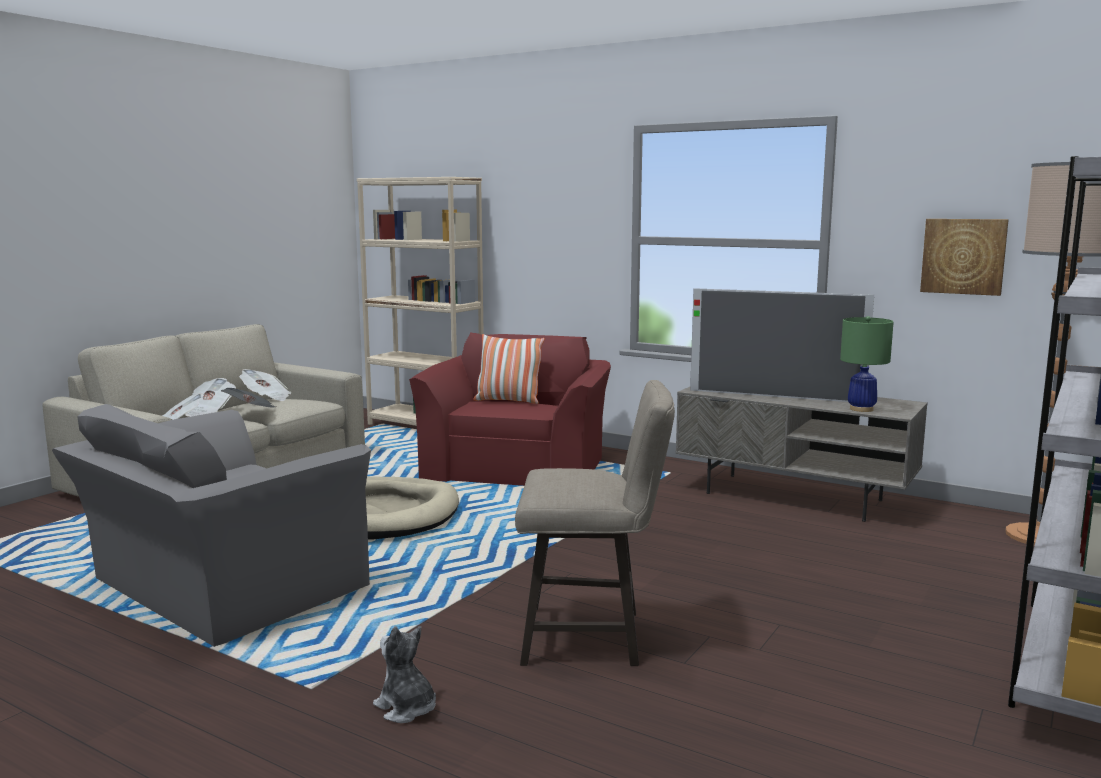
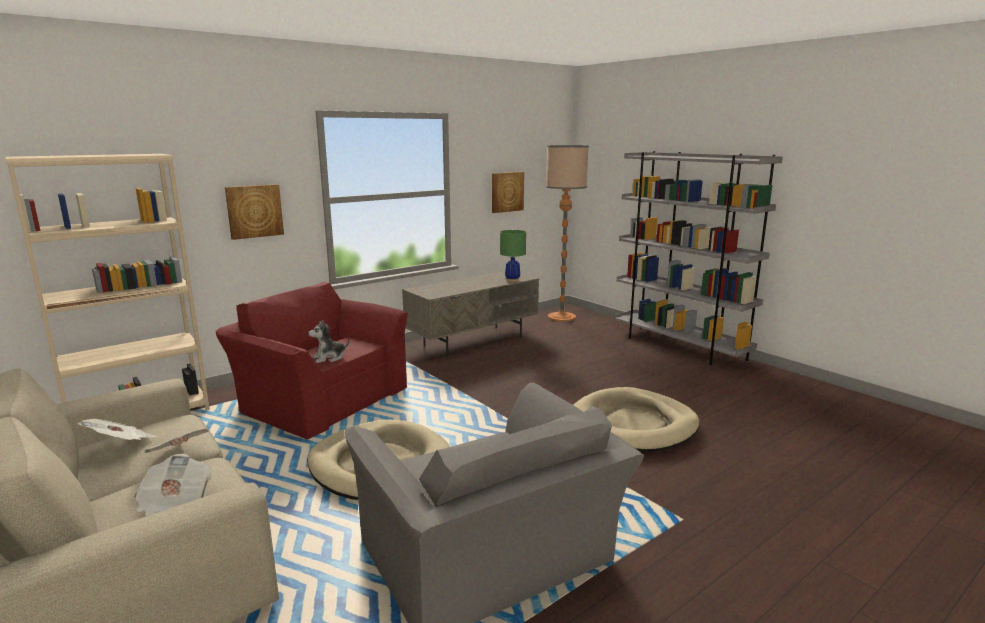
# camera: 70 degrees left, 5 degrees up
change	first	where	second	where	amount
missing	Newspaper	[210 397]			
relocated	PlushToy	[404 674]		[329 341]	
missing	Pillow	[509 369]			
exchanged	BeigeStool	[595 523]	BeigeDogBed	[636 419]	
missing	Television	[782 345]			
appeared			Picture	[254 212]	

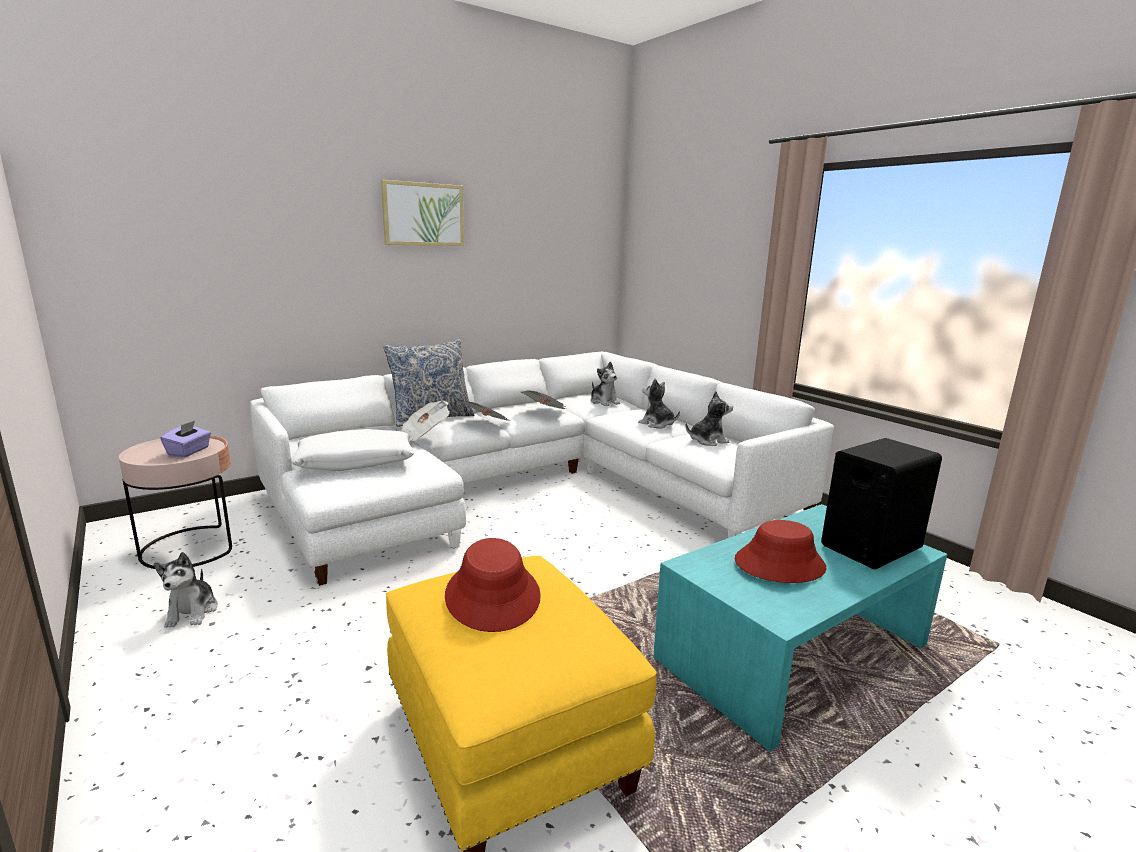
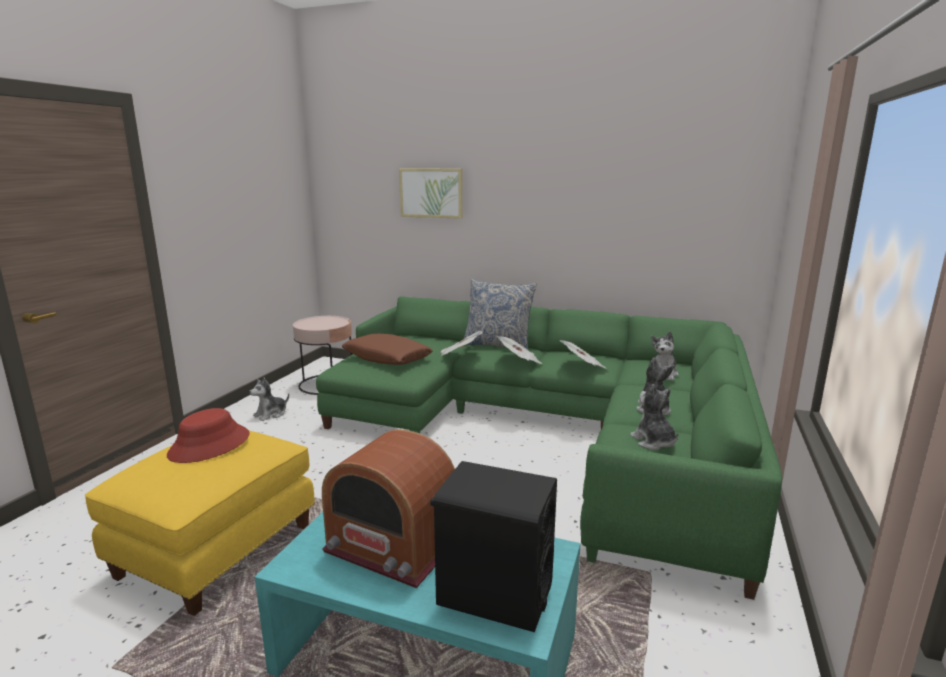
# camera: 55 degrees right, 0 degrees up
change	first	where	second	where	amount
missing	PurpleTissueBox	[185 439]			
colour	WhiteSofa	[542 469]	GreenSofa	[549 448]	
colour	WhitePillow	[353 450]	BrownPillow	[387 349]	
relocated	Picture	[422 213]		[431 193]	
spun	PlushToy	[709 418]		[654 417]	150 degrees counterclockwise
exchanged	RedHat	[781 551]	Radio	[388 508]	

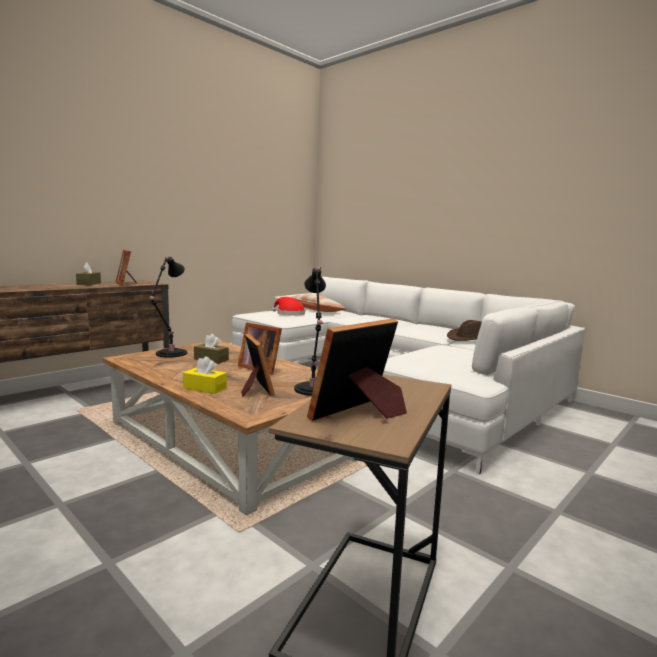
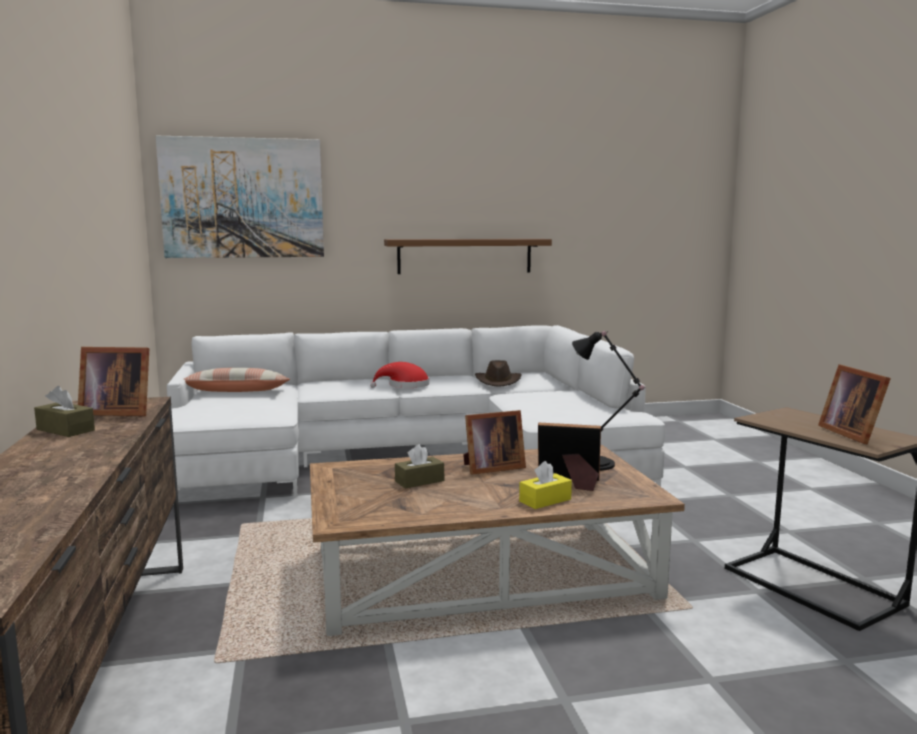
# camera: 55 degrees left, 0 degrees up
change	first	where	second	where	amount
missing	BlackTableLamp	[168 307]			
relocated	RedHat	[288 306]		[399 375]	
appeared			Picture	[240 197]	
appeared			BrownShelf	[468 256]	

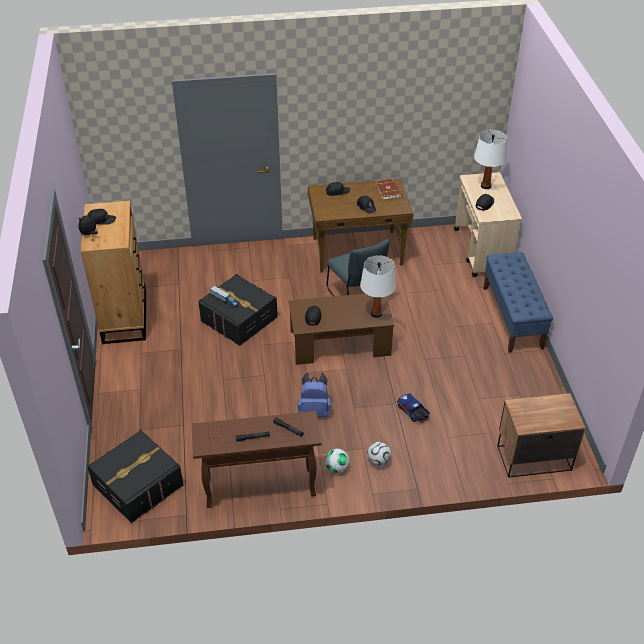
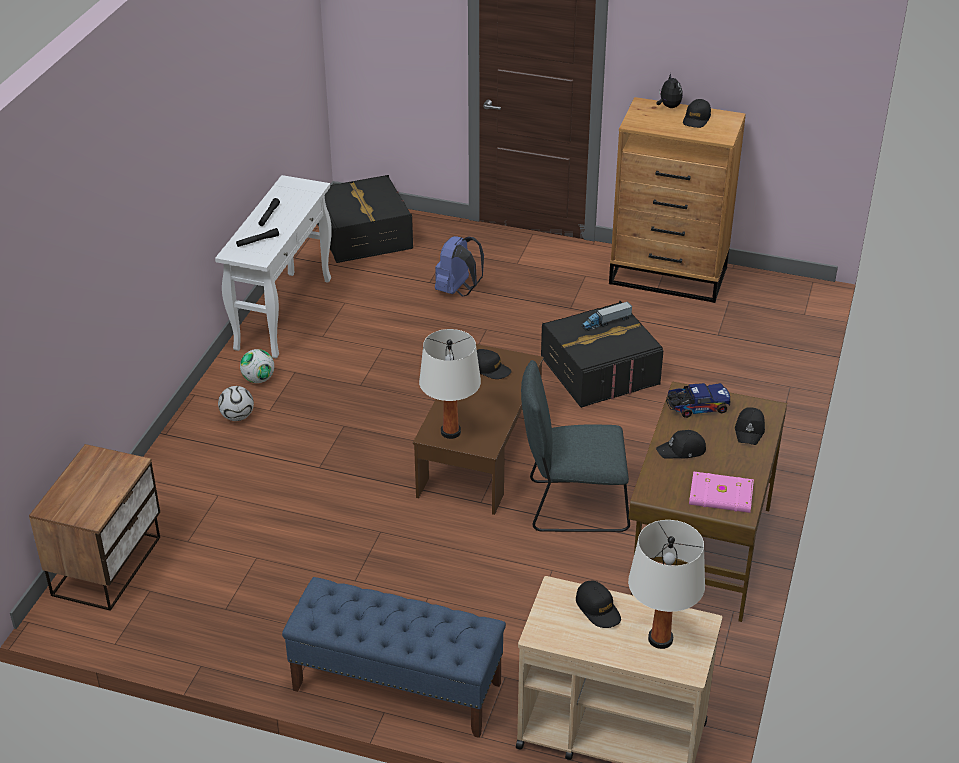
# camera: 115 degrees right, 5 degrees down
change	first	where	second	where	amount
colour	BrownConsoleTable	[257 459]	WhiteConsoleTable	[273 266]	
relocated	BlueBackpack	[314 395]		[459 266]	
colour	BrownBook	[388 189]	PinkBook	[721 492]	
relocated	ToyTruck	[413 408]		[698 400]	

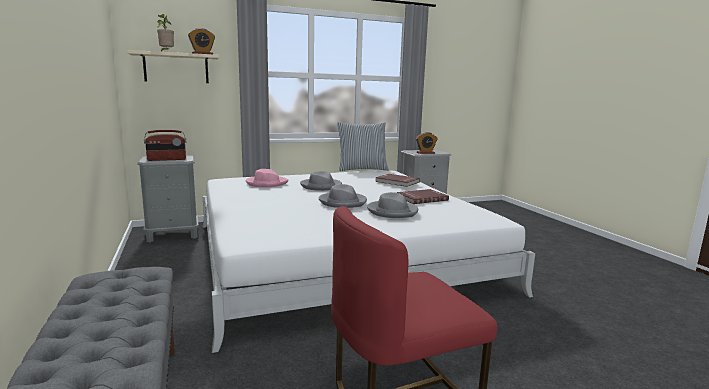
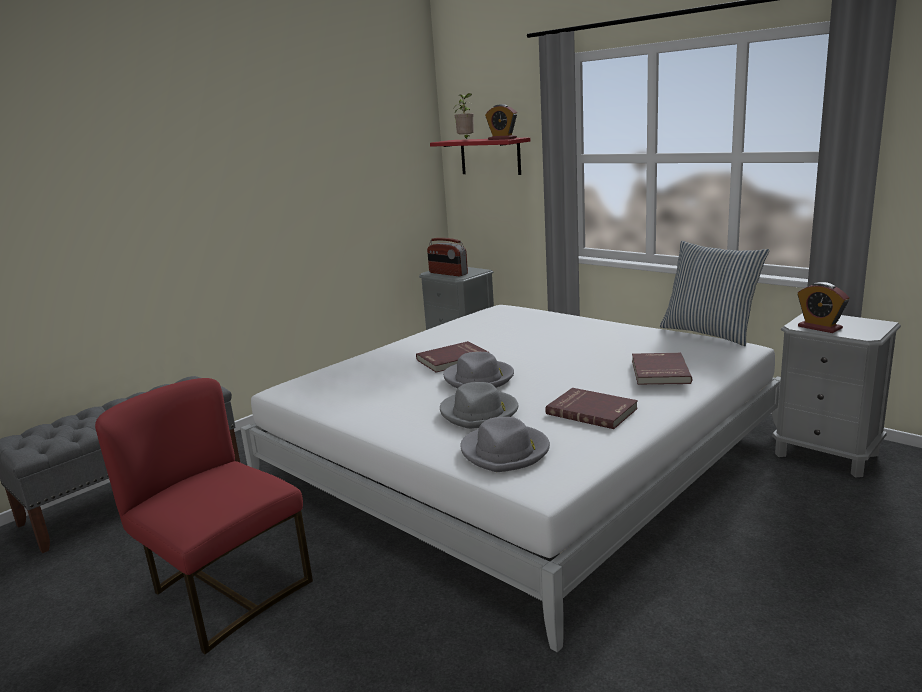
# camera: 65 degrees right, 5 degrees up
change	first	where	second	where	amount
colour	BeigeShelf	[173 66]	RedShelf	[480 156]	
missing	PinkHat	[267 178]			
relocated	GreyHat	[321 181]		[505 444]	
appeared			RedBook	[452 357]	

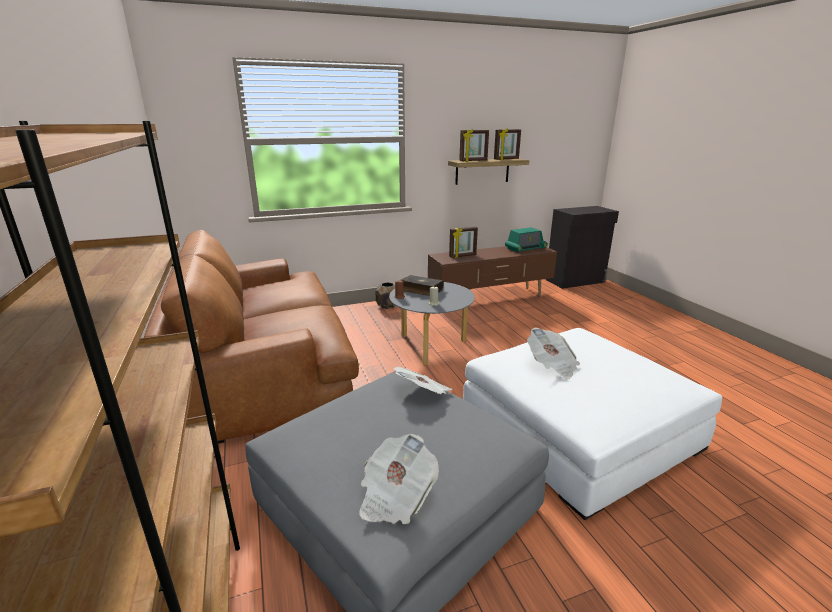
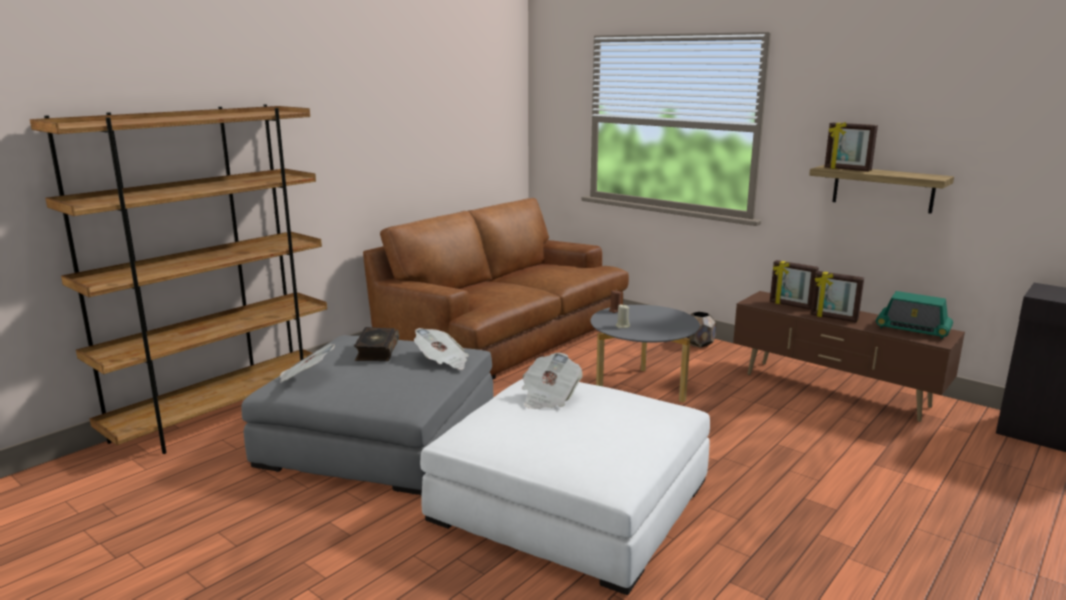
# camera: 60 degrees right, 5 degrees down
change	first	where	second	where	amount
relocated	Book	[422 285]		[376 344]	
relocated	PictureFrame	[507 144]		[837 297]	

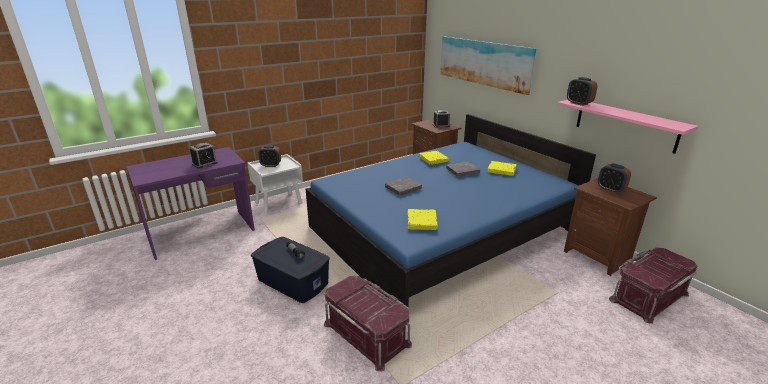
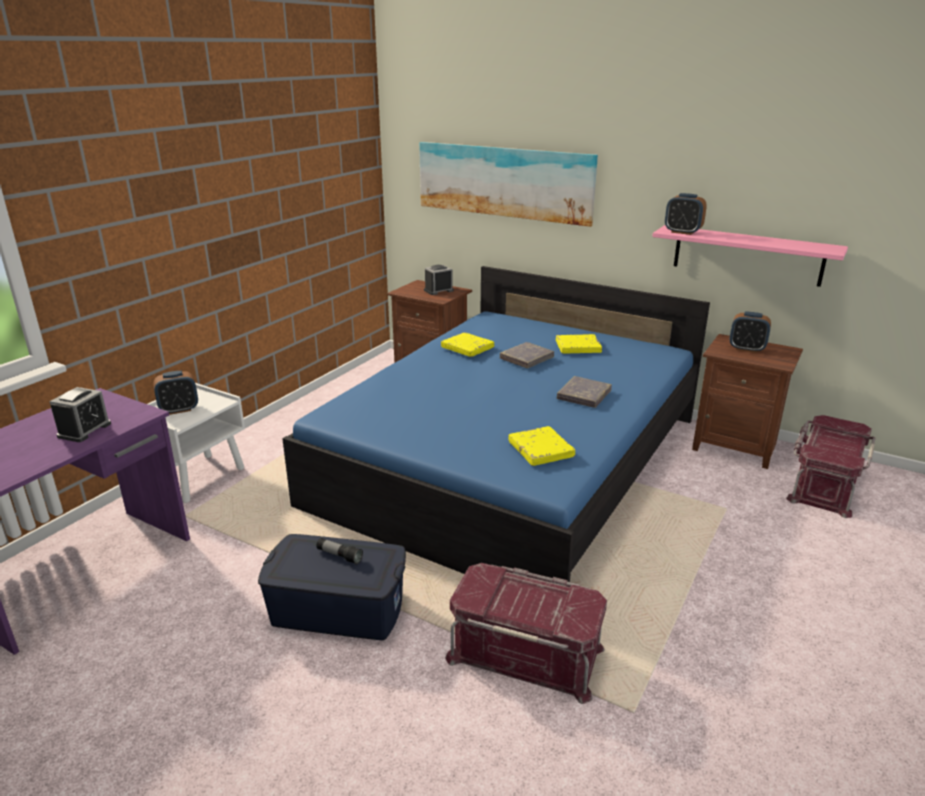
# camera: 25 degrees left, 0 degrees up
change	first	where	second	where	amount
relocated	GreyBook	[403 186]		[584 392]	

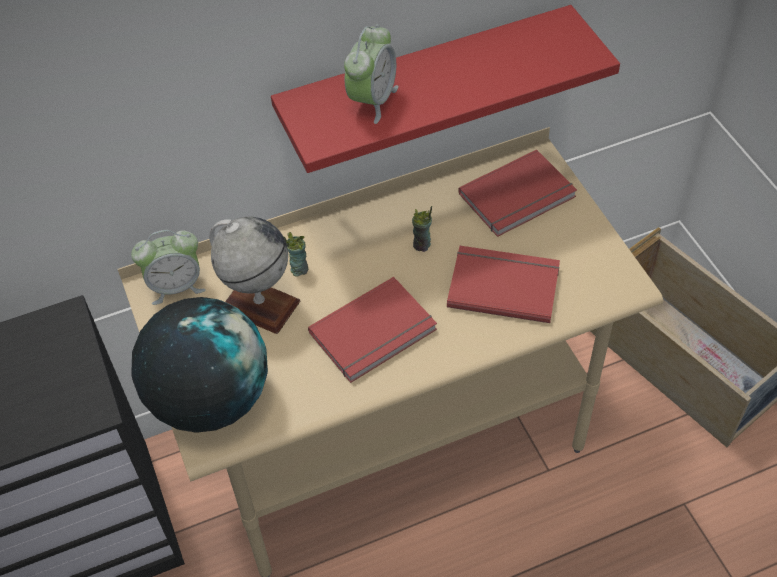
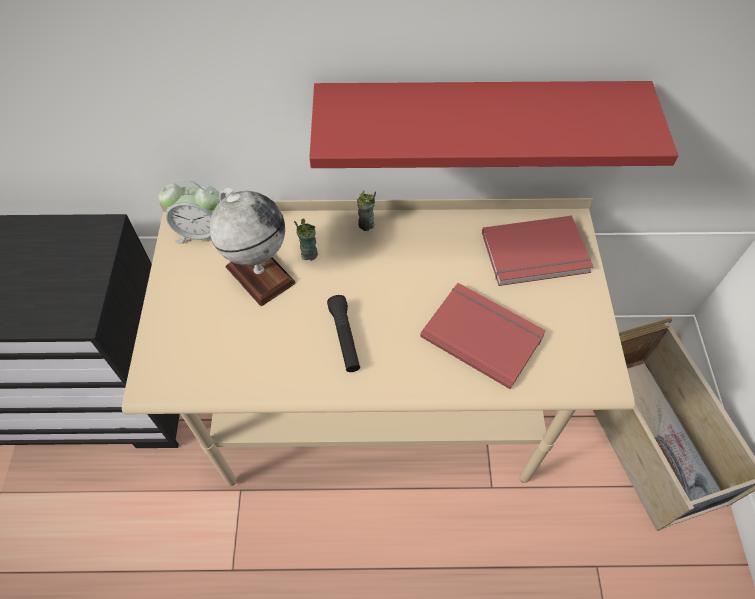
# camera: 20 degrees right, 5 degrees up
change	first	where	second	where	amount
missing	Globe	[199 365]			
exchanged	RedBook	[372 330]	BlackFlashlight	[343 333]	
missing	AlarmClock	[371 74]			
relocated	Cup	[422 229]		[366 210]	

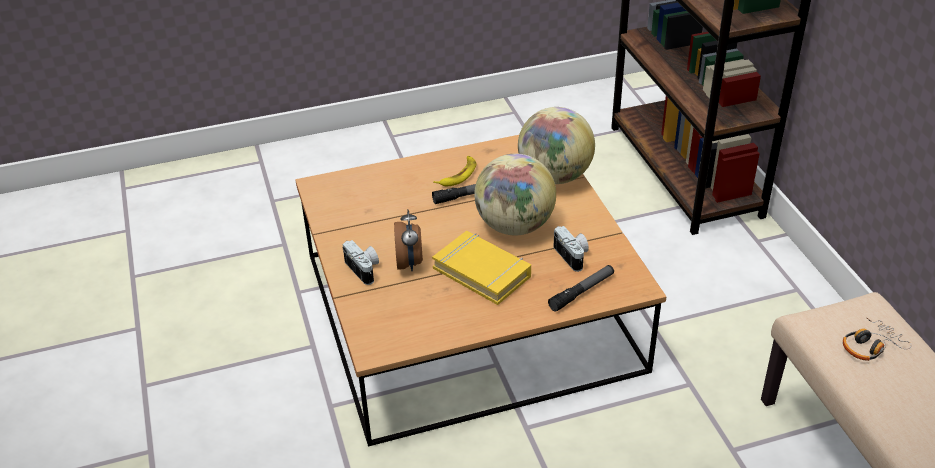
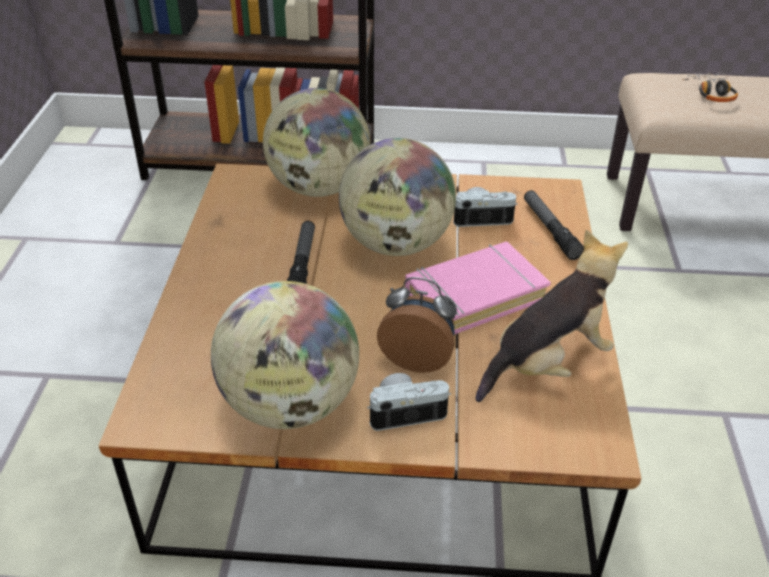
# camera: 70 degrees left, 0 degrees up
change	first	where	second	where	amount
colour	YellowBook	[481 268]	PinkBook	[478 288]	
missing	Banana	[455 171]			
appeared			Globe	[285 355]	
appeared			PlushToy	[552 316]	

